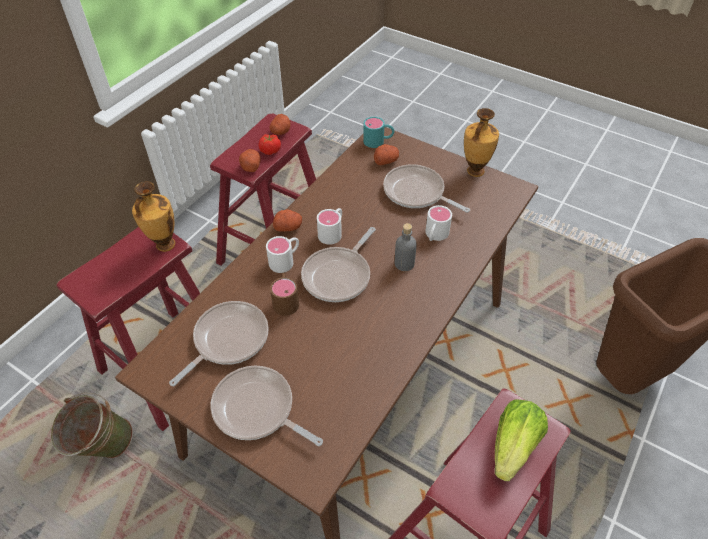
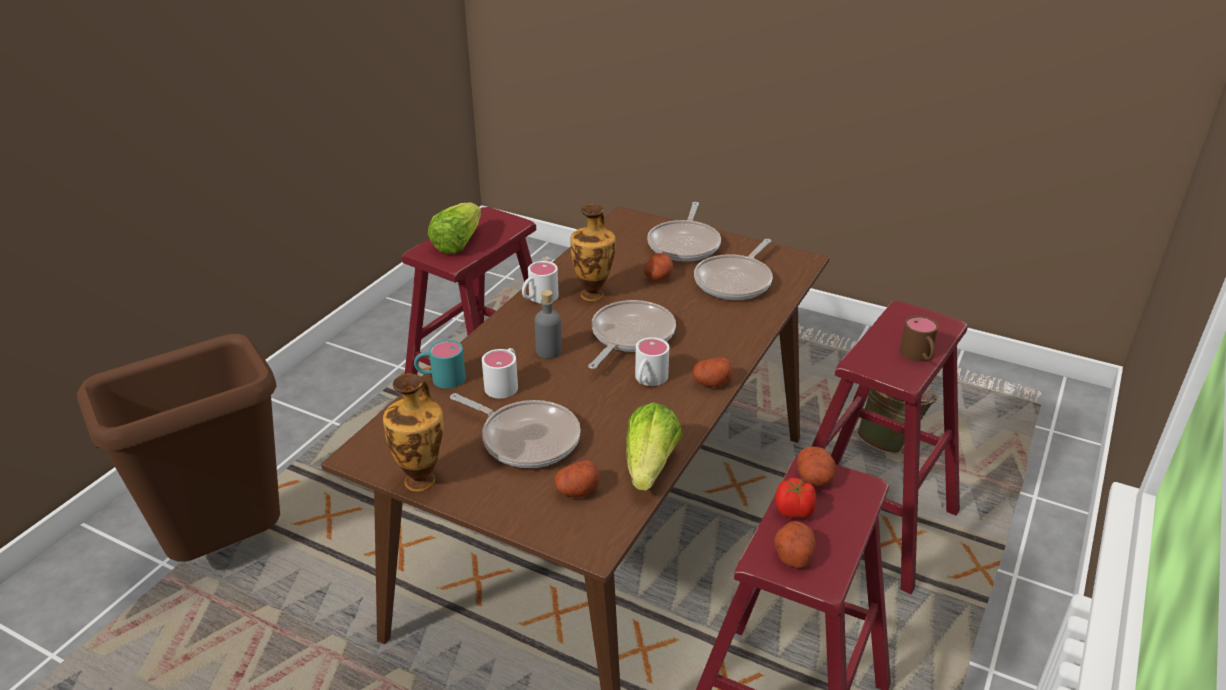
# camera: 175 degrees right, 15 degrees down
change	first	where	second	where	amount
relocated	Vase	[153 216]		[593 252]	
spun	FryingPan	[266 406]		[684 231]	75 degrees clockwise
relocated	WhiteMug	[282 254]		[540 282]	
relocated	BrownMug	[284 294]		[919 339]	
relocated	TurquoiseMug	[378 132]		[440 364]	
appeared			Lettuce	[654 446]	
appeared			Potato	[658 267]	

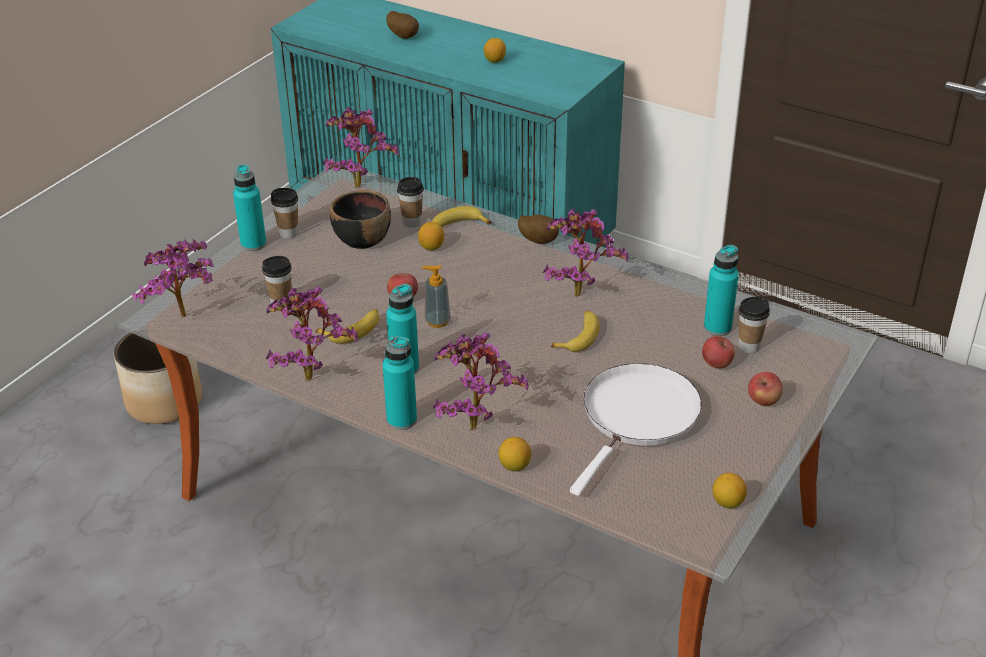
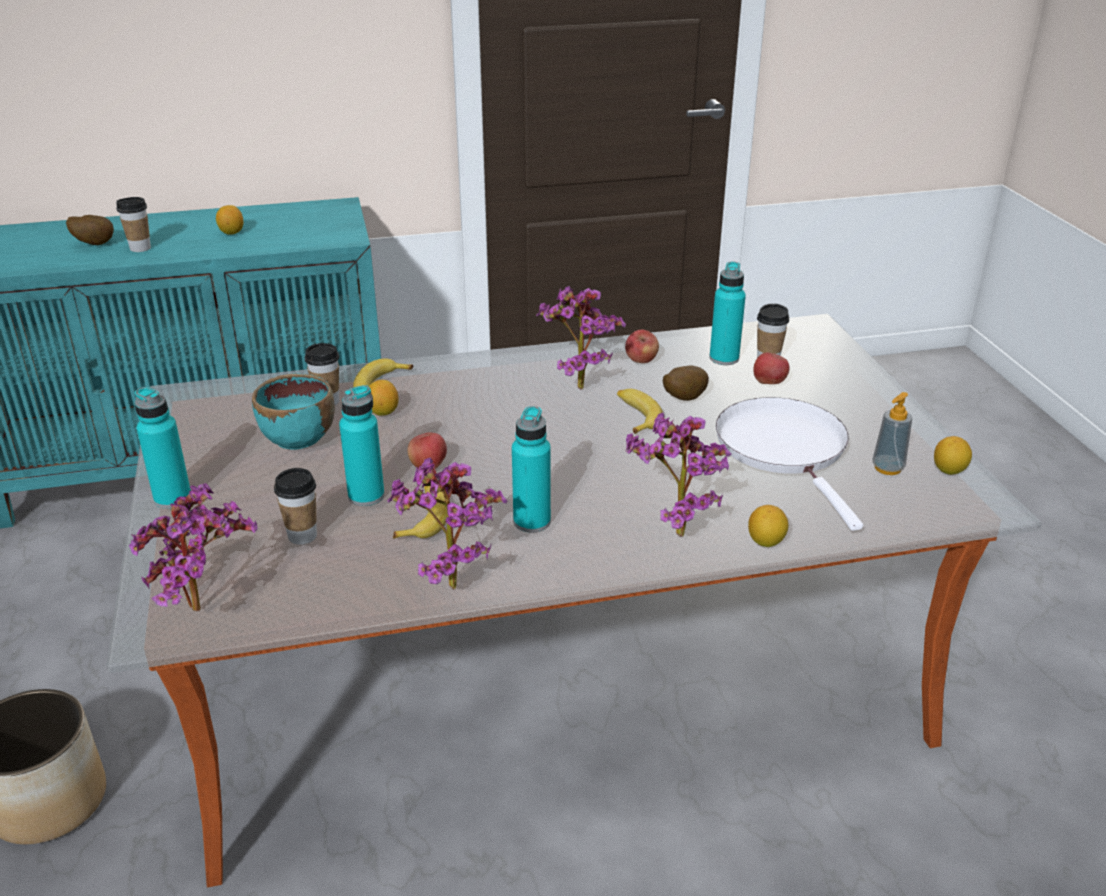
# camera: 45 degrees left, 5 degrees down
change	first	where	second	where	amount
relocated	Cup	[284 213]		[133 224]	
missing	PottedPlant	[361 147]			
colour	BlackBowl	[360 219]	TurquoiseBowl	[293 411]	
relocated	TurquoiseBottle	[399 383]		[362 445]	
relocated	SoapDispenser	[436 296]		[892 433]	
relocated	Potato	[538 229]		[686 383]	
relocated	Apple	[765 389]		[642 346]	

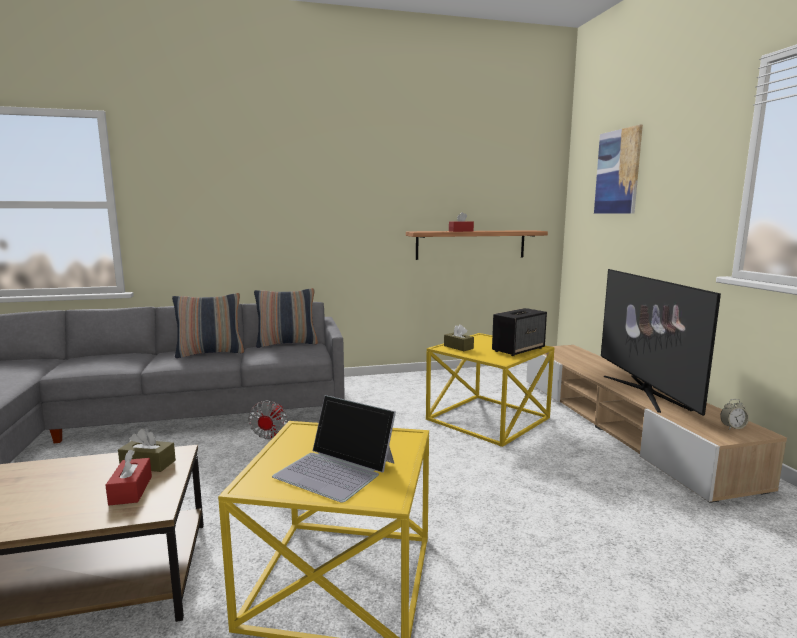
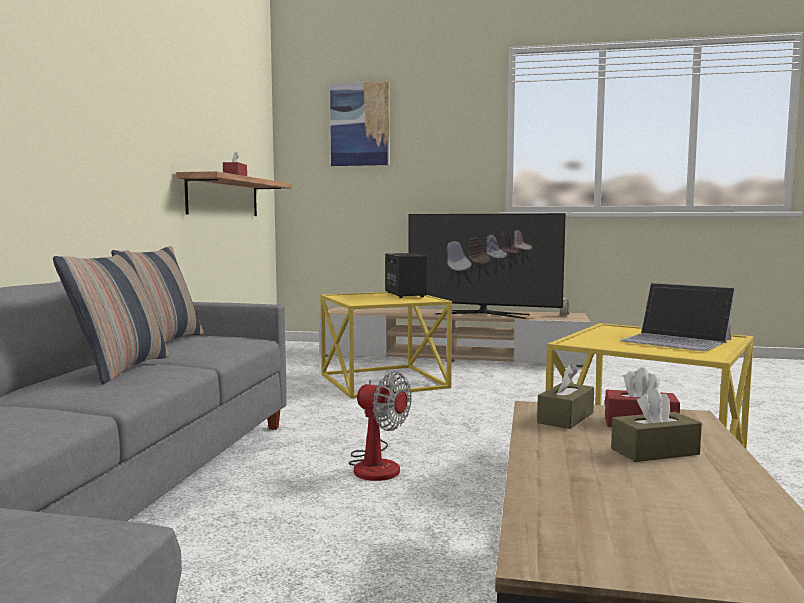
# camera: 65 degrees left, 5 degrees down
change	first	where	second	where	amount
spun	Laptop	[334 448]		[677 317]	75 degrees clockwise
relocated	BrownTissueBox	[459 337]		[656 425]	

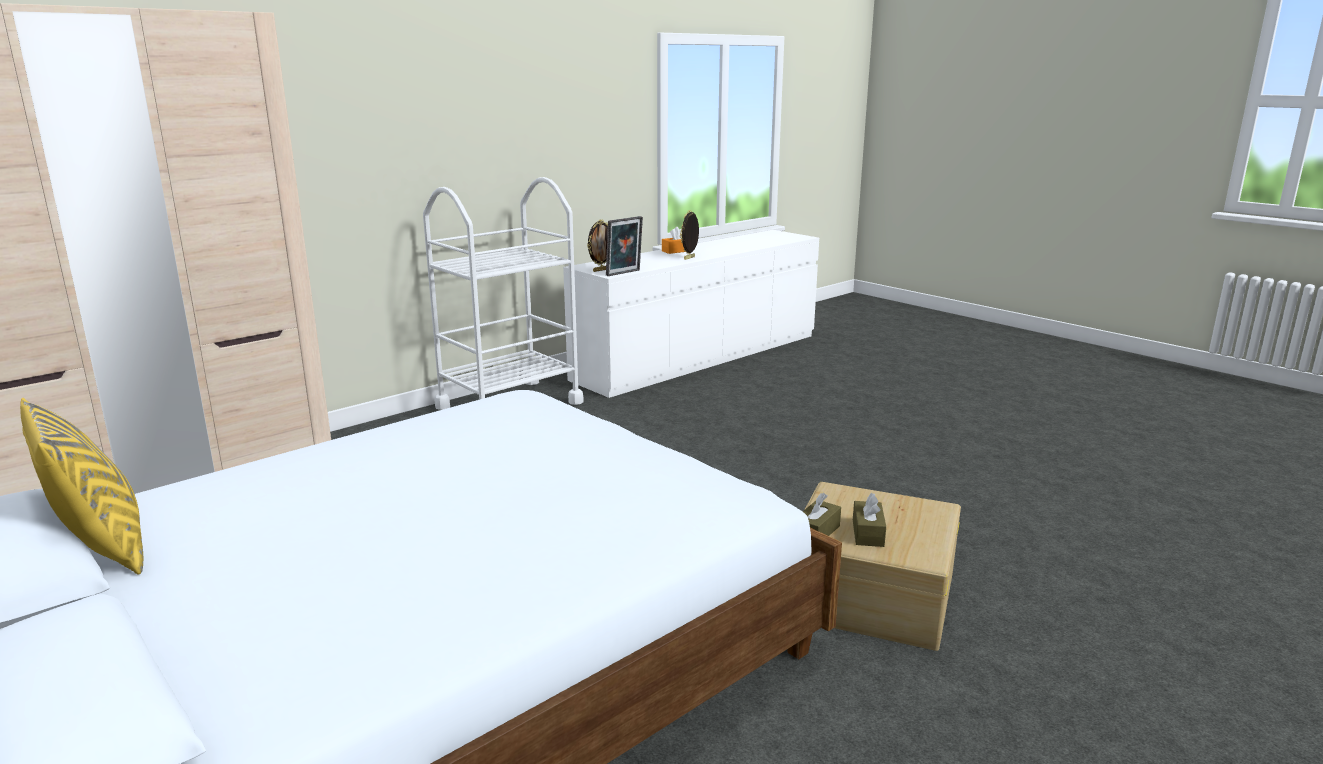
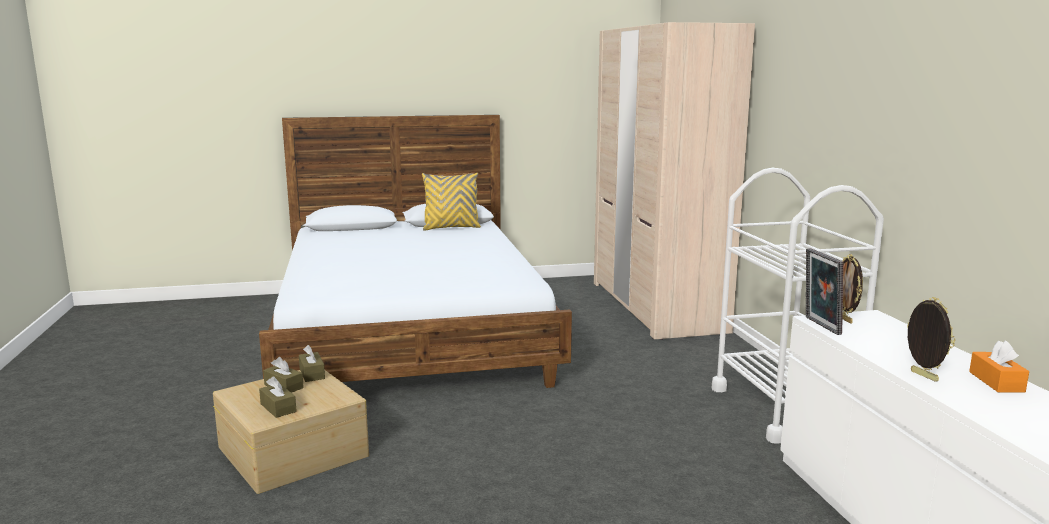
# camera: 120 degrees right, 5 degrees down
change	first	where	second	where	amount
appeared			BrownTissueBox	[278 397]	

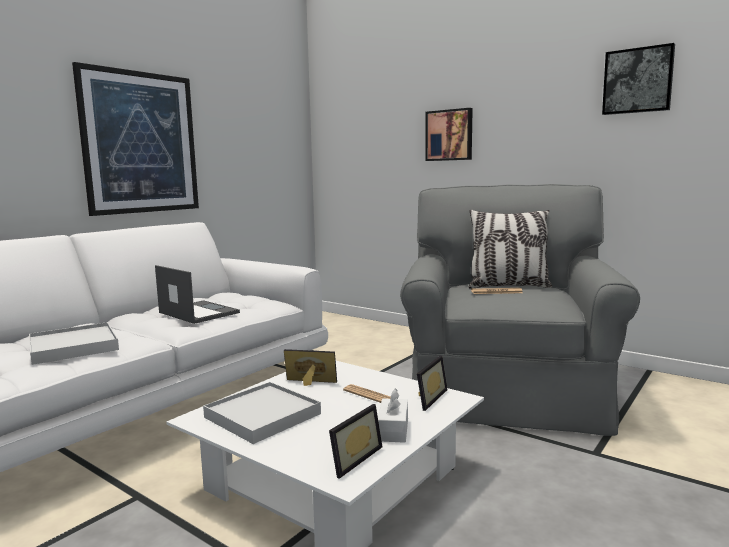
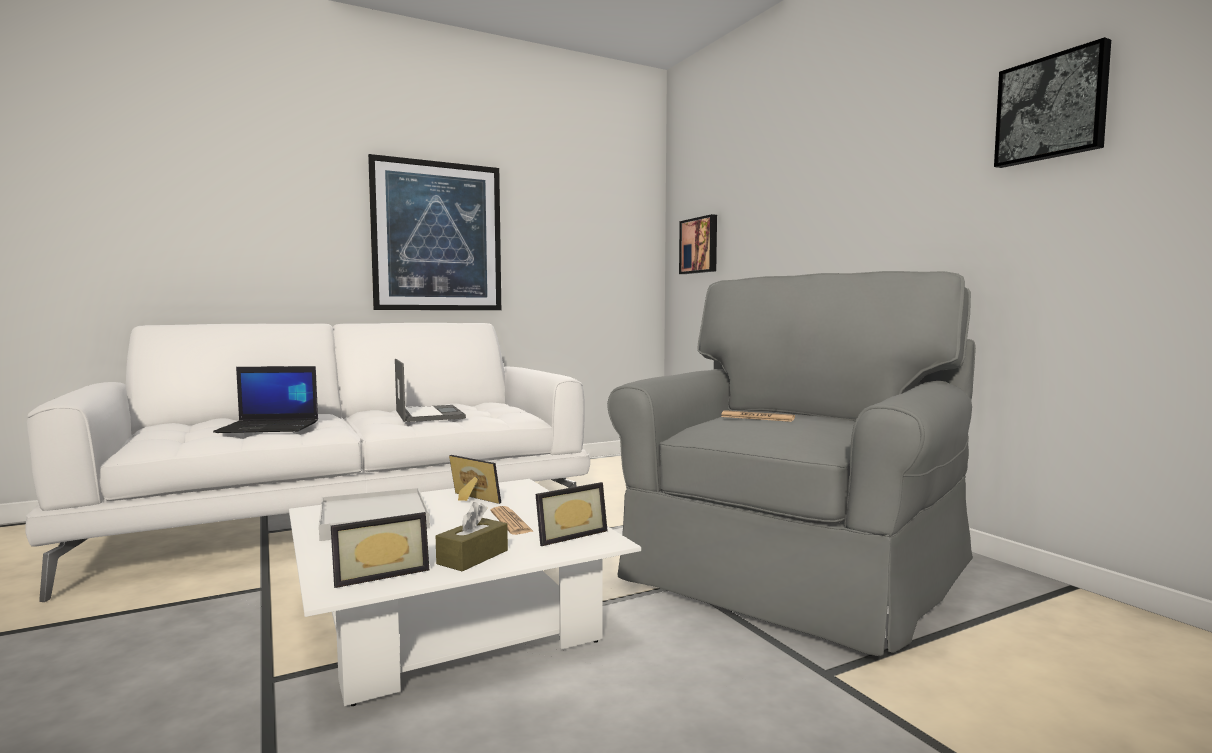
# camera: 25 degrees right, 5 degrees down
change	first	where	second	where	amount
exchanged	WhiteTray	[74 343]	Laptop	[265 399]	
colour	WhiteTissueBox	[393 415]	BrownTissueBox	[472 536]	
relocated	Picture	[449 134]		[698 244]	
missing	Pillow	[510 249]			

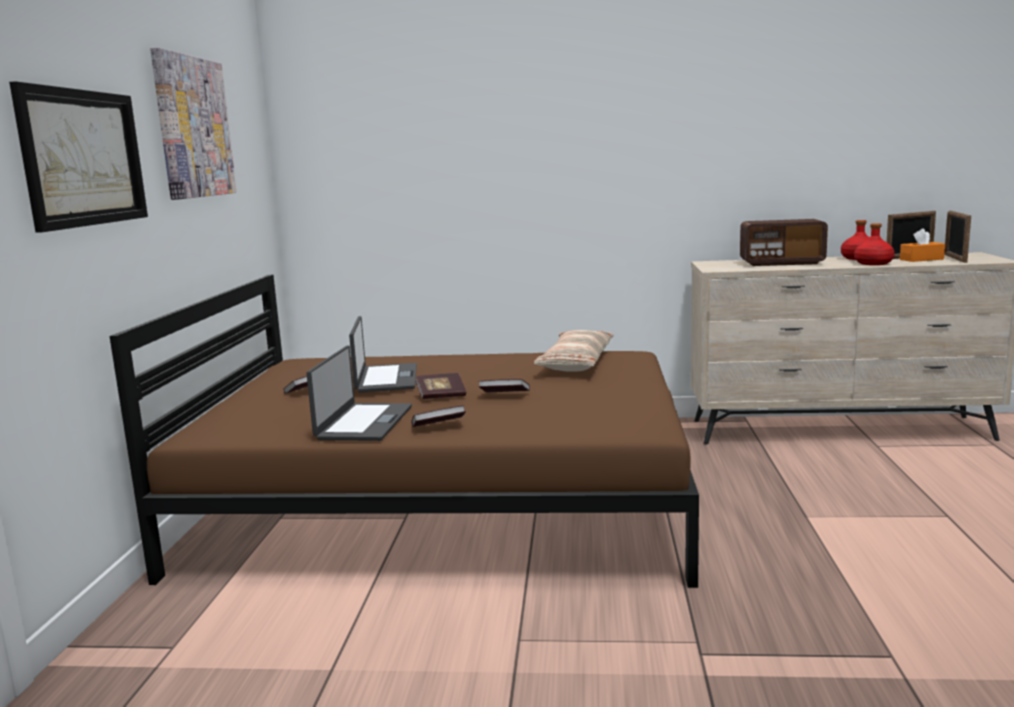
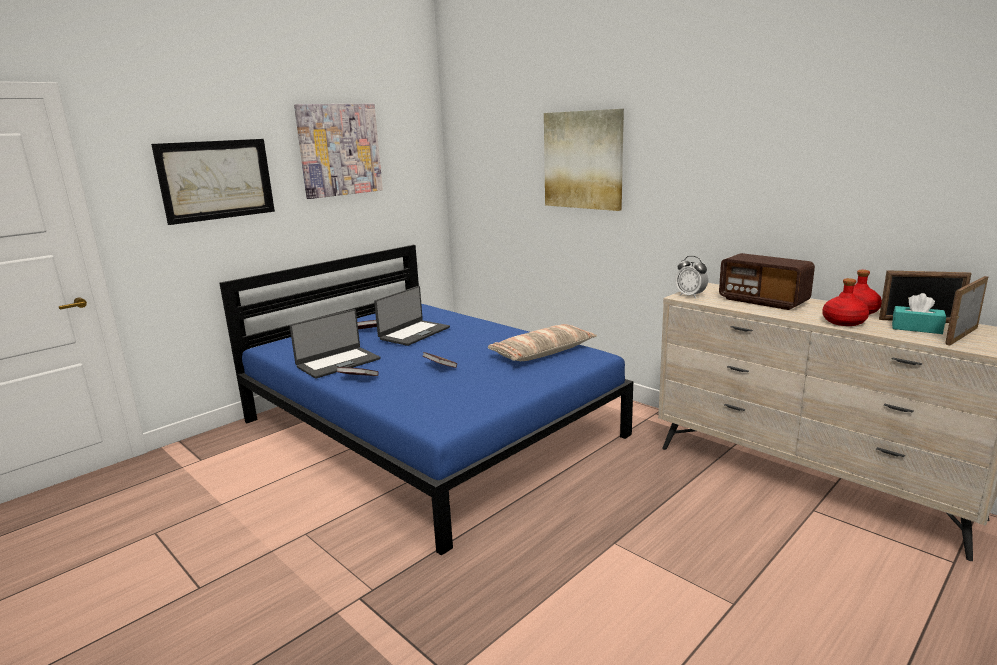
# camera: 40 degrees right, 5 degrees up
change	first	where	second	where	amount
colour	BrownBed	[404 431]	BlueBed	[426 400]	
missing	Book	[440 386]			
colour	OrangeTissueBox	[922 245]	TurquoiseTissueBox	[919 313]	
appeared			Picture	[584 160]	
appeared			AlarmClock	[692 277]	

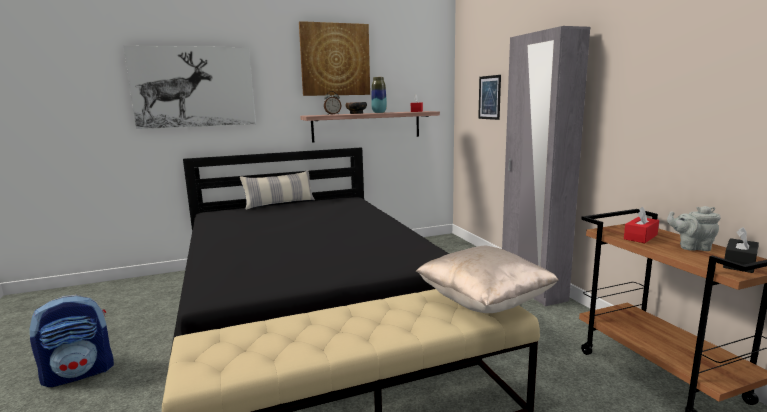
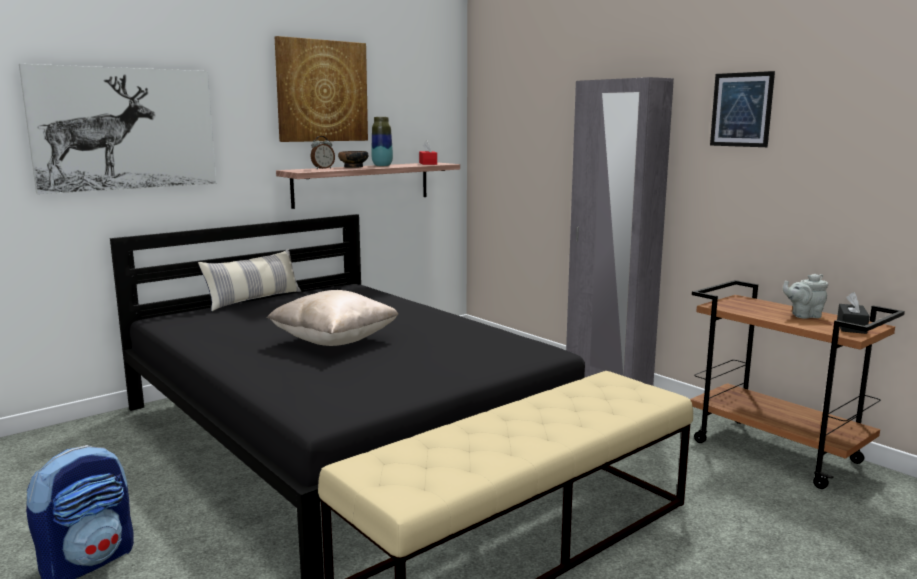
# camera: 20 degrees left, 0 degrees up
change	first	where	second	where	amount
relocated	BeigePillow	[487 279]		[332 318]	
relocated	Picture	[489 97]		[742 109]	
missing	RedTissueBox	[641 224]			

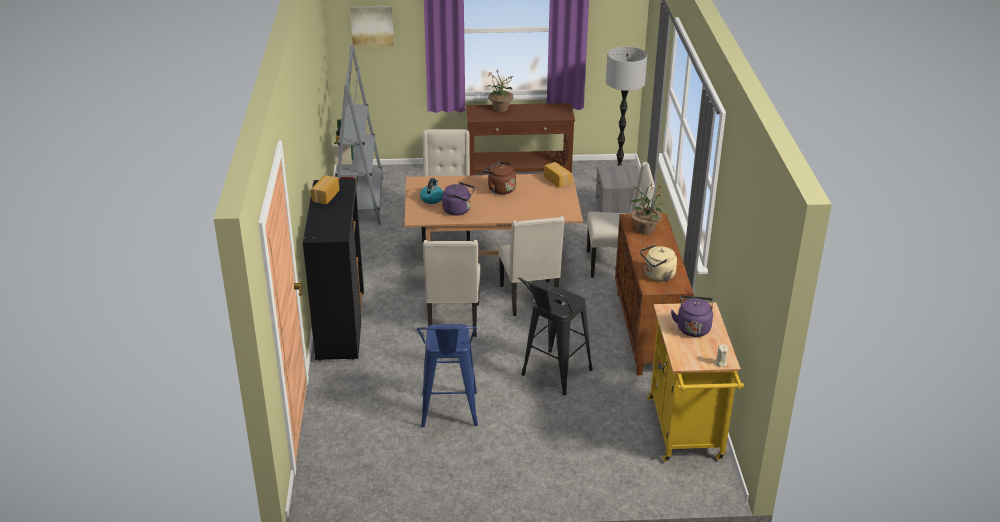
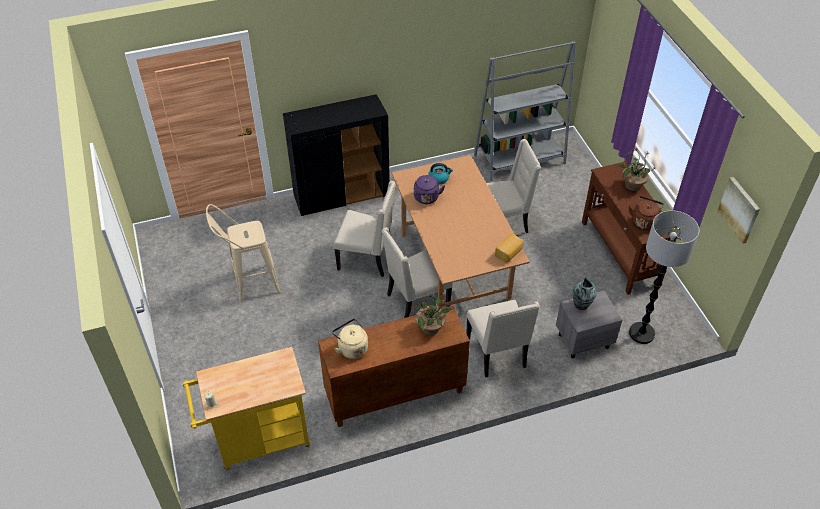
# camera: 75 degrees right, 15 degrees up
change	first	where	second	where	amount
missing	Bread	[325 189]			
relocated	Picture	[372 26]		[738 210]	
colour	BlueStool	[447 375]	BeigeStool	[243 253]	
spun	BeigeChair	[451 288]		[365 229]	150 degrees counterclockwise
relocated	BrownKettle	[499 178]		[646 213]	
missing	BlackStool	[555 336]			
missing	PurpleKettle	[692 316]			
appeared			Vase	[584 293]	

